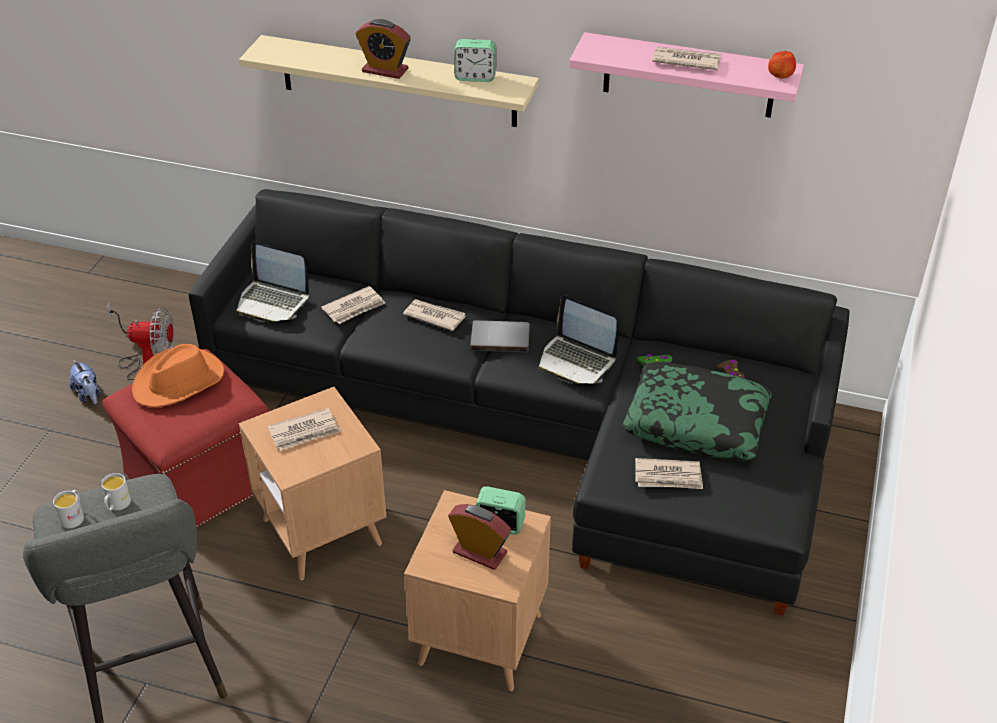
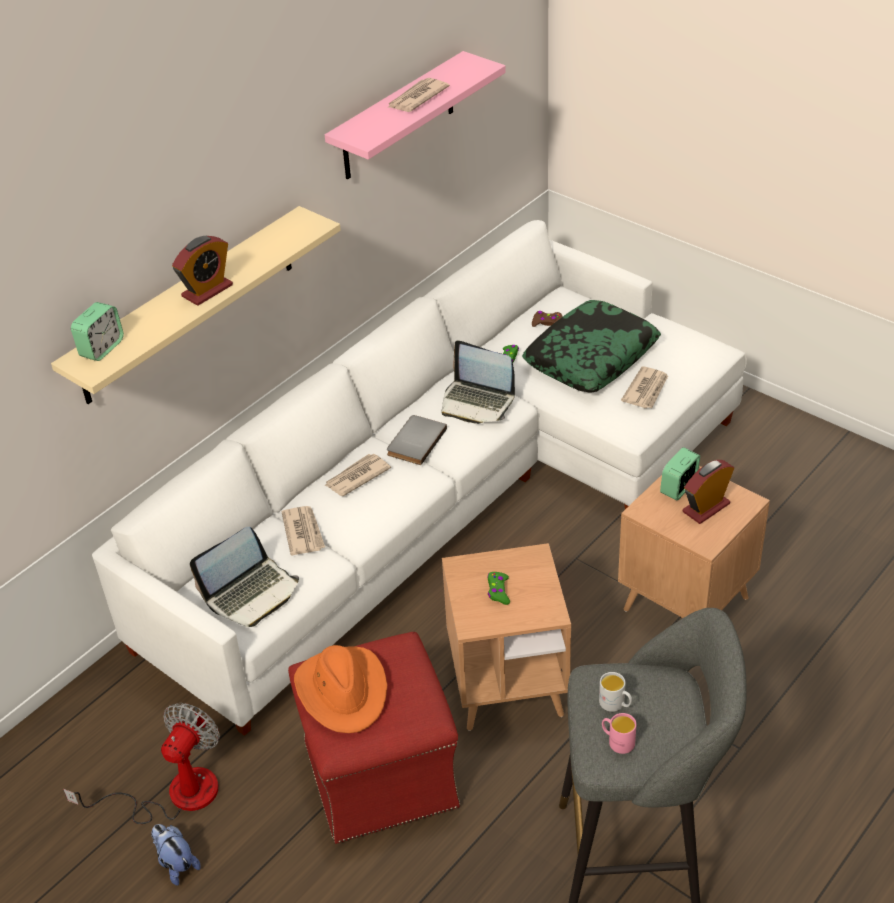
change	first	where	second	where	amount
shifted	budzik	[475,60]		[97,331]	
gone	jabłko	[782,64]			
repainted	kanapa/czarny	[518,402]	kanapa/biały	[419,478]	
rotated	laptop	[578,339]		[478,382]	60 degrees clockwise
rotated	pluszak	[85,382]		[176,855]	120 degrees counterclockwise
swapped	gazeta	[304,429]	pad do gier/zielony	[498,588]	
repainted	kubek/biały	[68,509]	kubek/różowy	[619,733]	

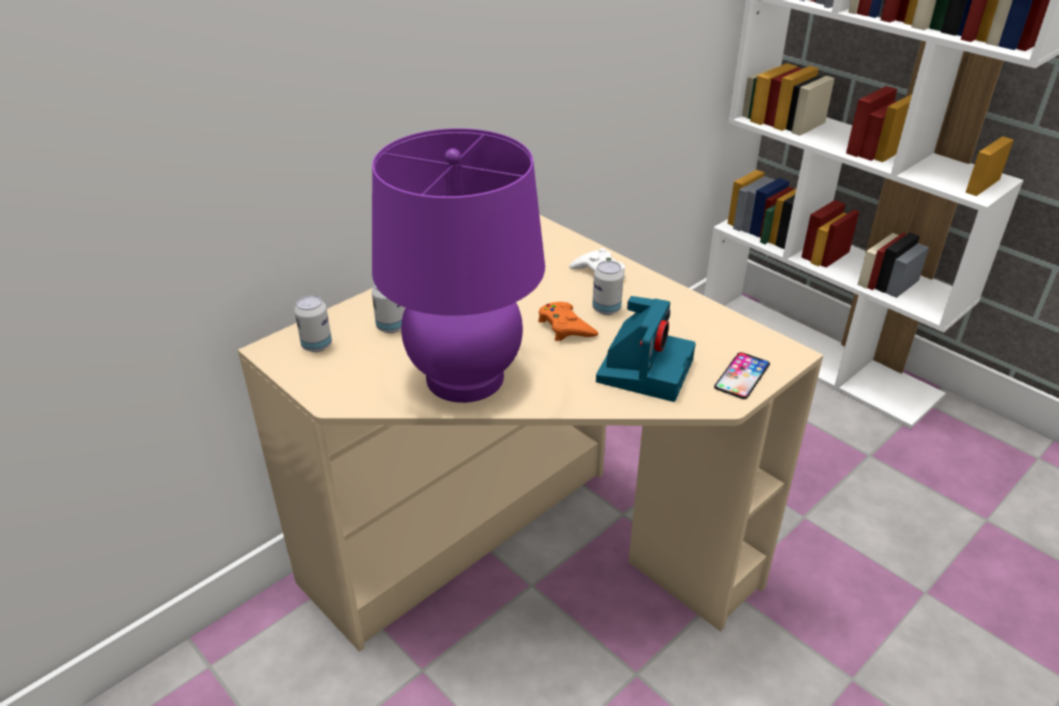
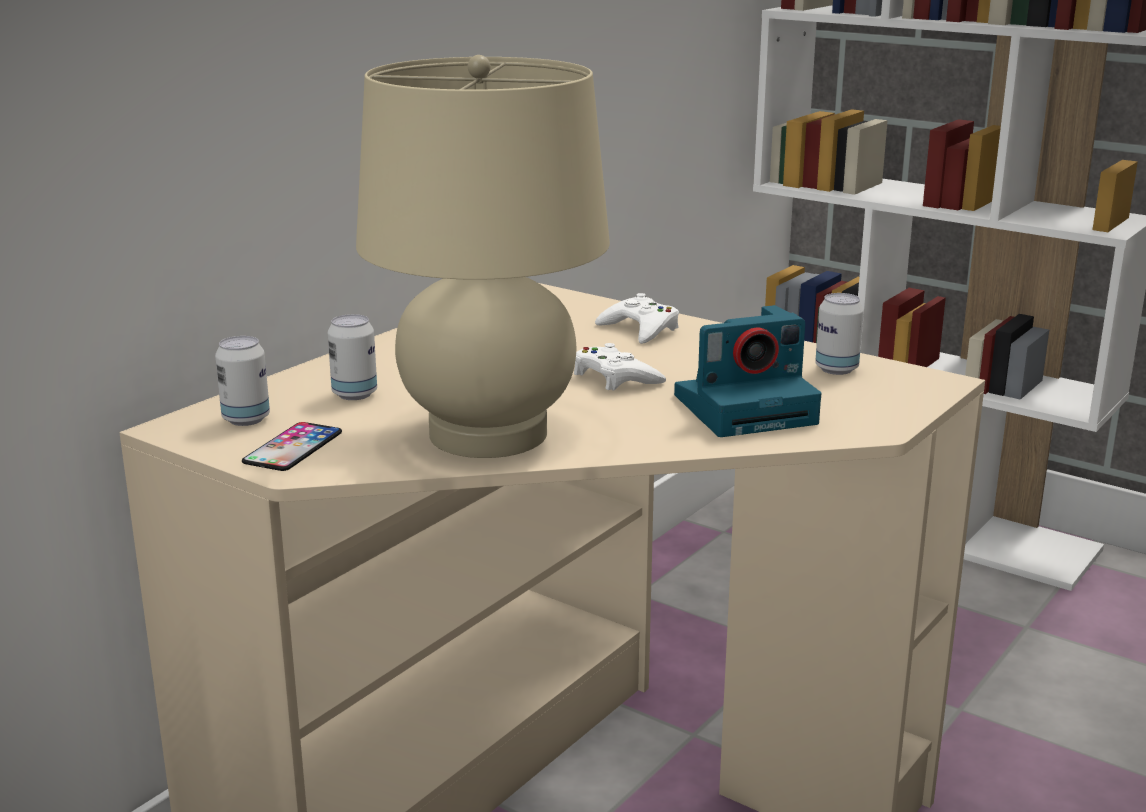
change	first	where	second	where	amount
repainted	lampa stołowa/fioletowy	[458,265]	lampa stołowa/beżowy	[483,256]	
shifted	puszka	[608,288]		[839,334]	
rotated	aparat fotograficzny	[646,349]		[747,371]	60 degrees clockwise
repainted	pad do gier/pomarańczowy	[568,321]	pad do gier/biały	[620,367]	
shifted	telefon	[742,375]		[292,446]	

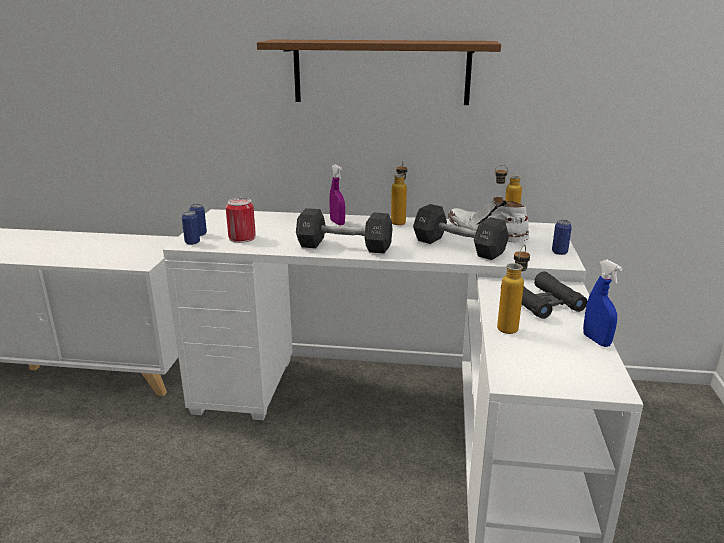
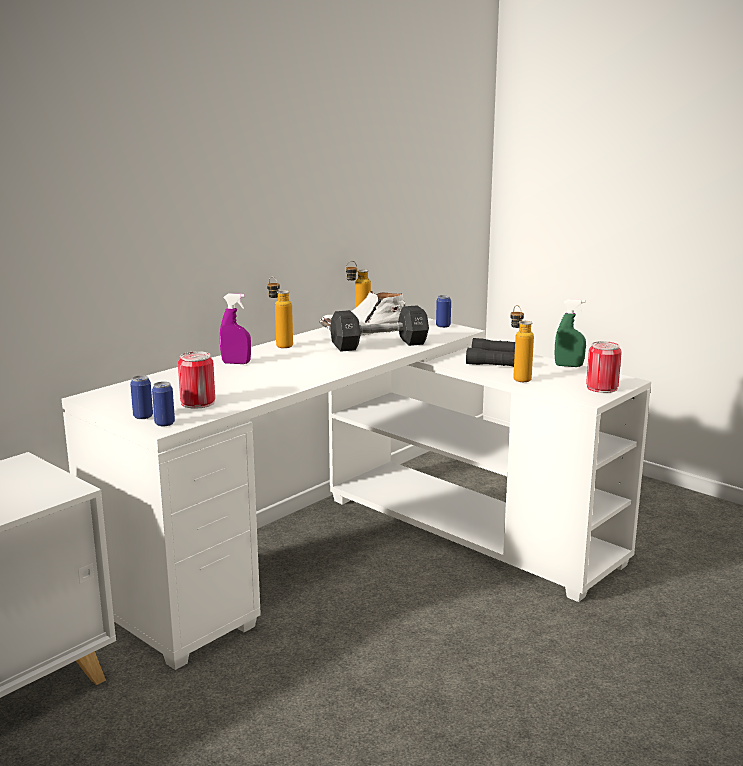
change	first	where	second	where	amount
gone	półka/brązowy	[379,72]			
gone	hantel/czarny	[344,230]			
repainted	spryskiwacz/niebieski	[603,303]	spryskiwacz/zielony	[570,333]	
new			puszka	[604,367]	

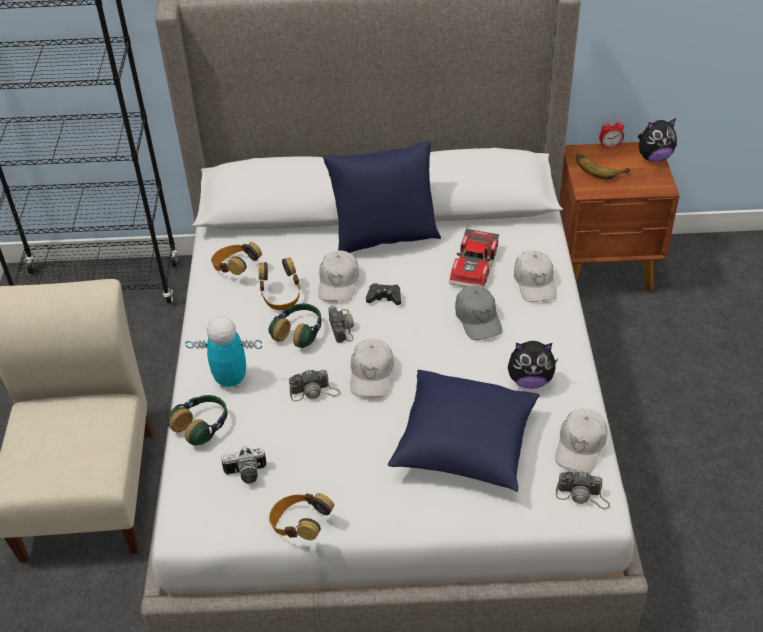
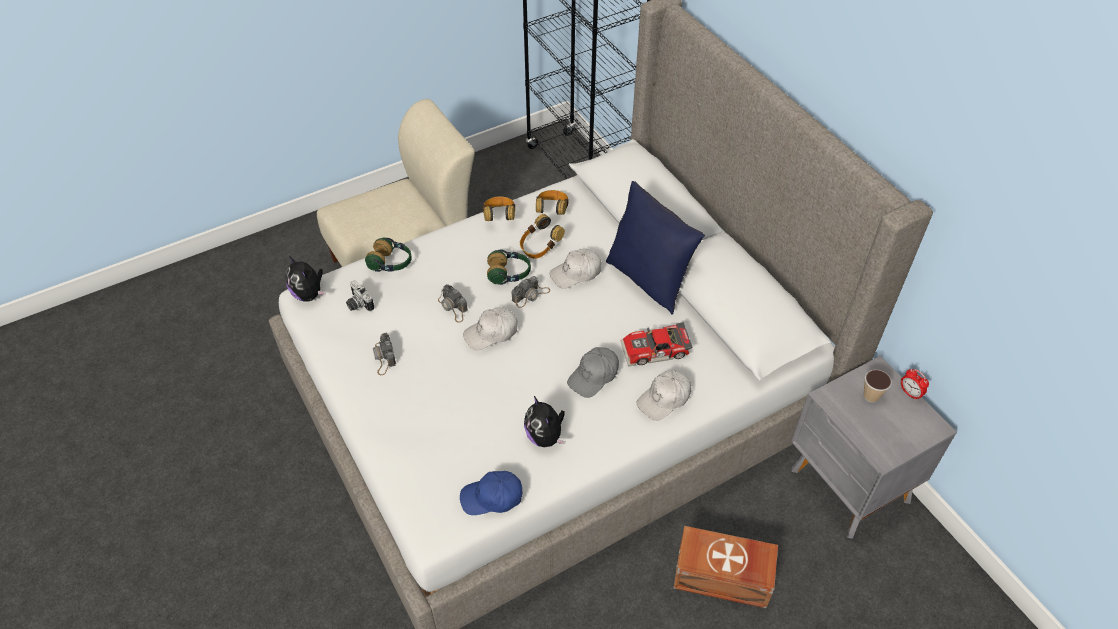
change	first	where	second	where	amount
shifted	pluszak	[657,140]		[306,279]	
repainted	szafka nocna/brązowy	[619,217]	szafka nocna/szary	[874,447]	
swapped	banan	[603,166]	filiżanka	[877,386]	
gone	pad do gier/czarny	[383,294]			
gone	robot zabawkowy	[223,352]			
gone	poduszka/niebieski	[464,431]			
repainted	czapka z daszkiem/biały	[581,440]	czapka z daszkiem/niebieski	[491,493]	
shifted	aparat fotograficzny	[583,490]		[384,354]	
shifted	słuchawki	[301,516]		[499,208]	
new			pojemnik do przechowywania/brązowy	[726,567]	

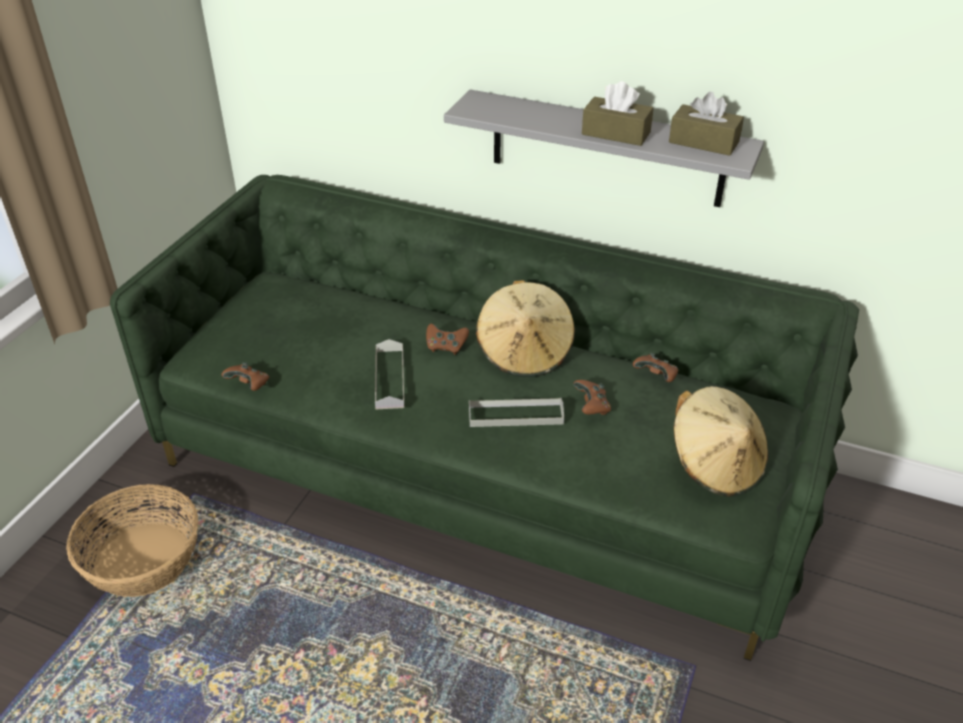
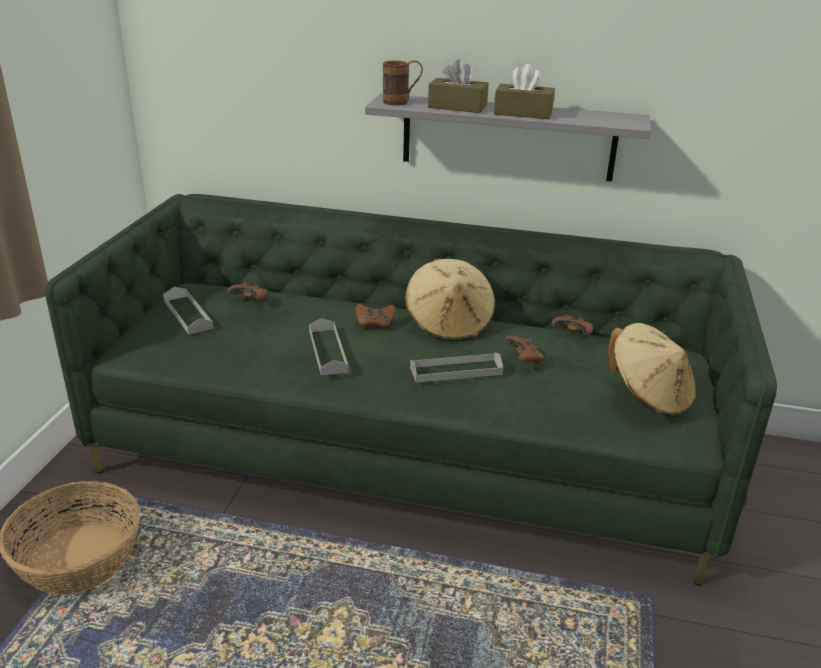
change	first	where	second	where	amount
shifted	pudełko chusteczek/brązowy	[706,124]		[458,86]	
shifted	pad do gier/brązowy	[245,376]		[248,291]	
new			kubek/brązowy	[403,83]	
new			taca/szary	[188,310]	

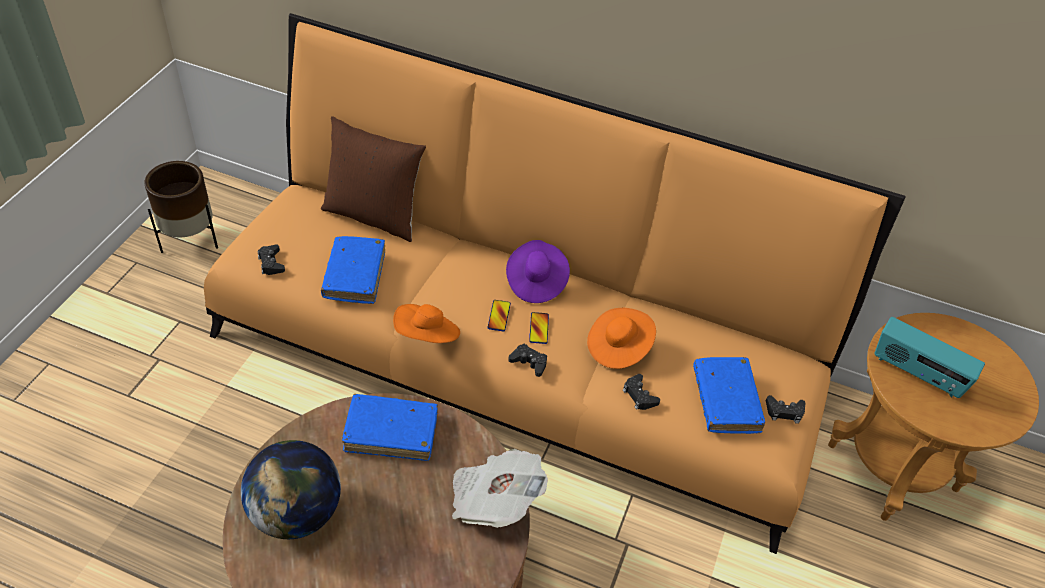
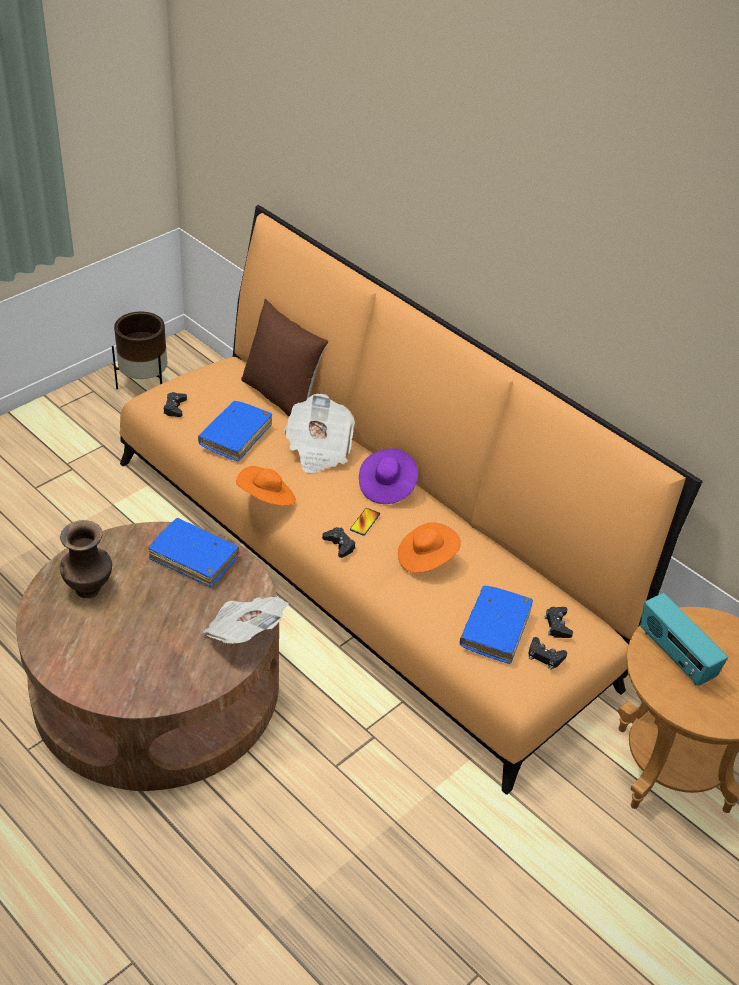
change	first	where	second	where	amount
gone	telefon	[499,315]			
shifted	pad do gier/czarny	[641,392]		[558,622]	
swapped	globus	[291,489]	wazon/brązowy	[86,559]	
new			gazeta	[319,433]	

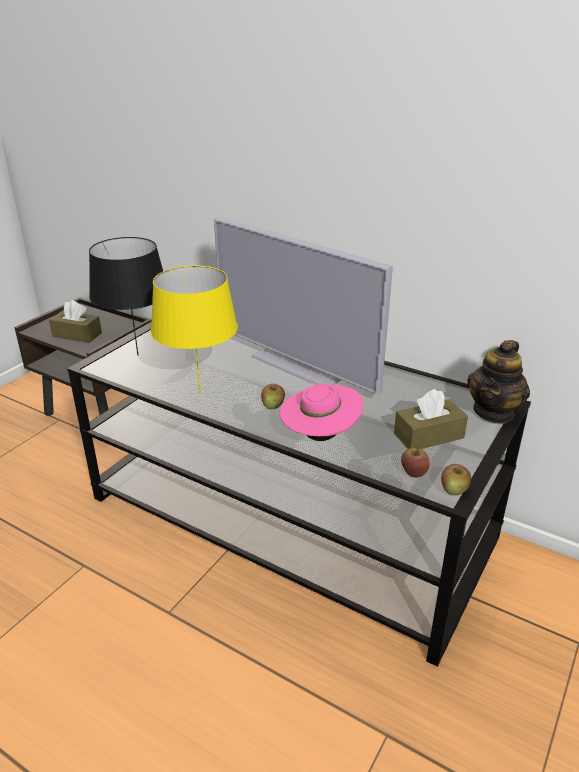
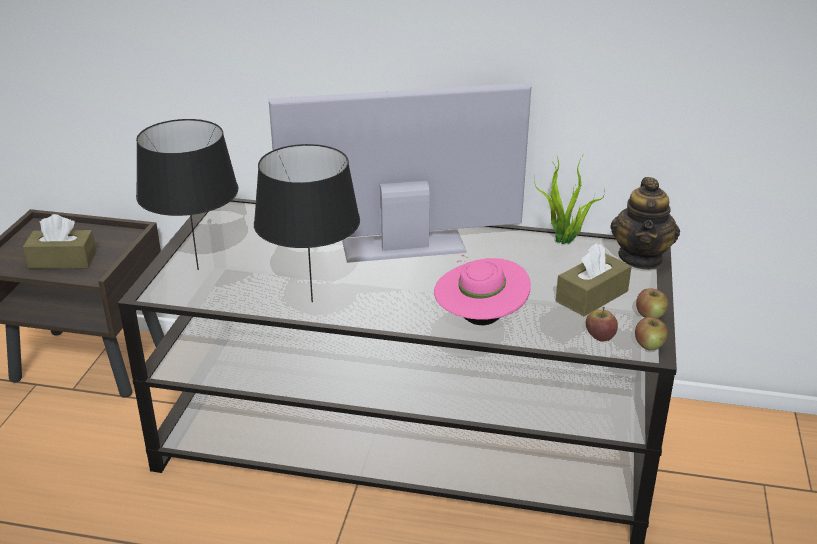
change	first	where	second	where	amount
rotated	telewizor	[303,306]		[400,173]	150 degrees clockwise
repainted	lampa stołowa/żółty	[194,330]	lampa stołowa/czarny	[307,223]	
shifted	jabłko	[273,396]		[652,303]	
new			roślina doniczkowa	[569,199]	

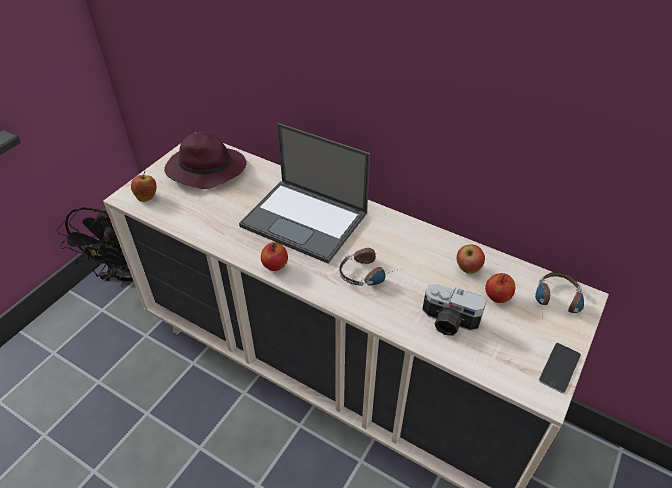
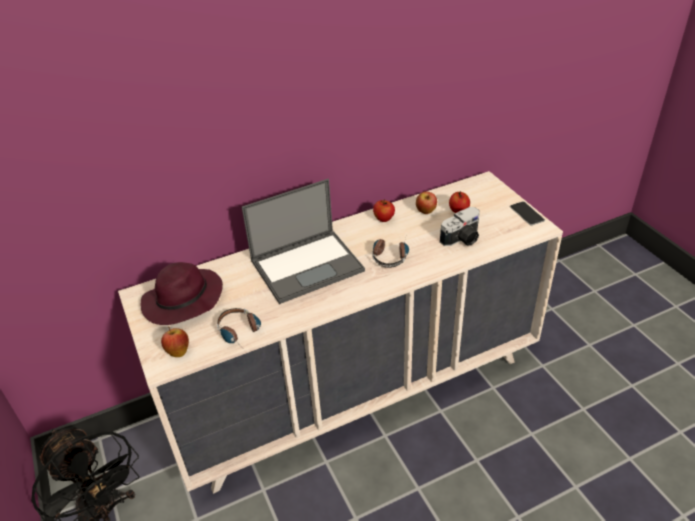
change	first	where	second	where	amount
shifted	jabłko	[274,256]		[384,210]	
shifted	słuchawki	[559,293]		[239,325]	

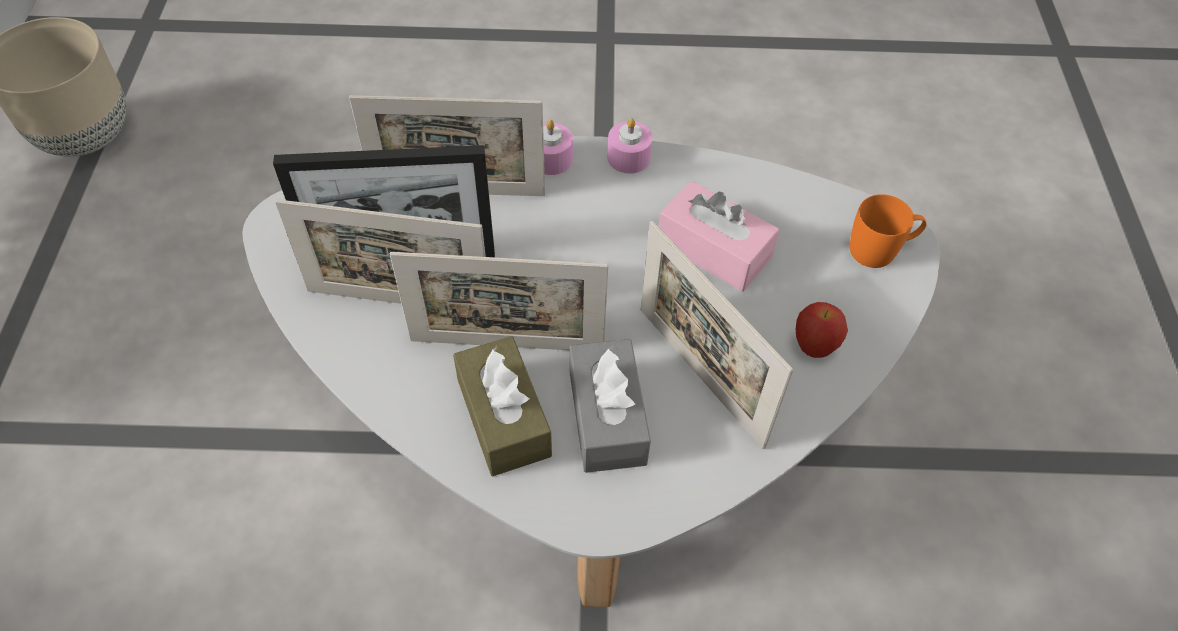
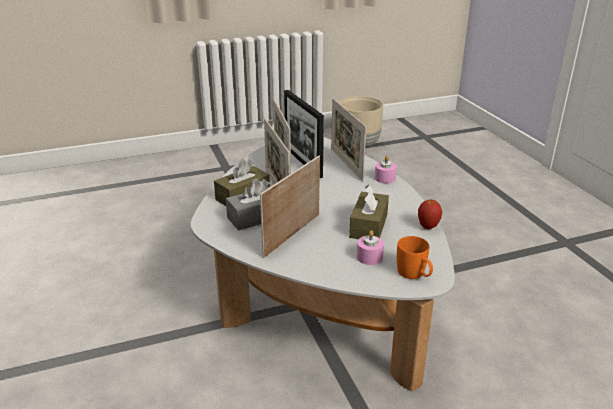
change	first	where	second	where	amount
shifted	świeca/różowy	[630,146]		[370,247]	
repainted	pudełko chusteczek/różowy	[719,236]	pudełko chusteczek/brązowy	[369,212]	
shifted	jabłko	[822,330]		[430,214]	

